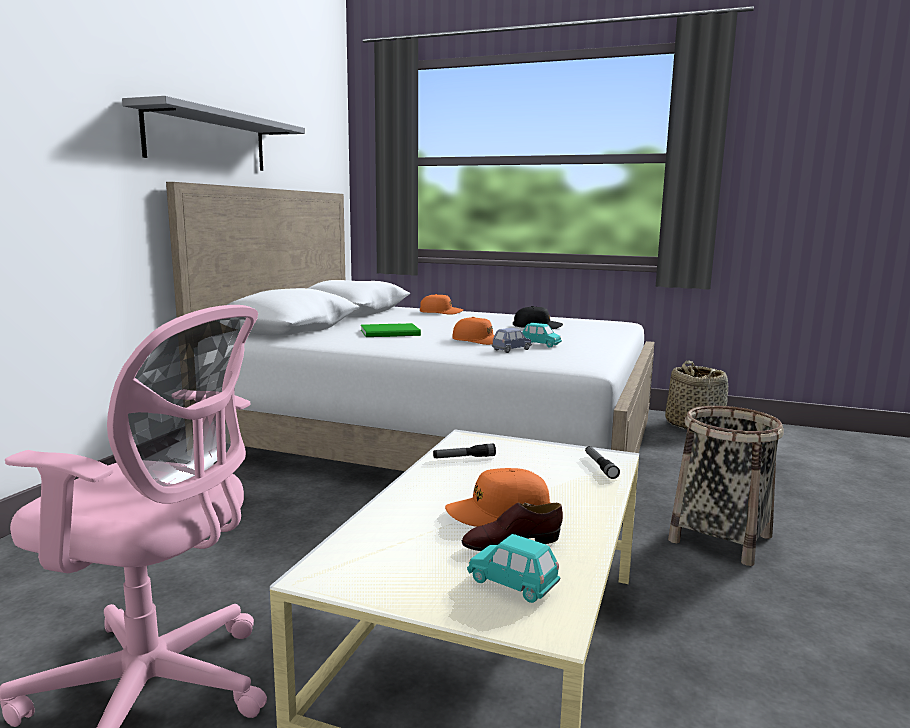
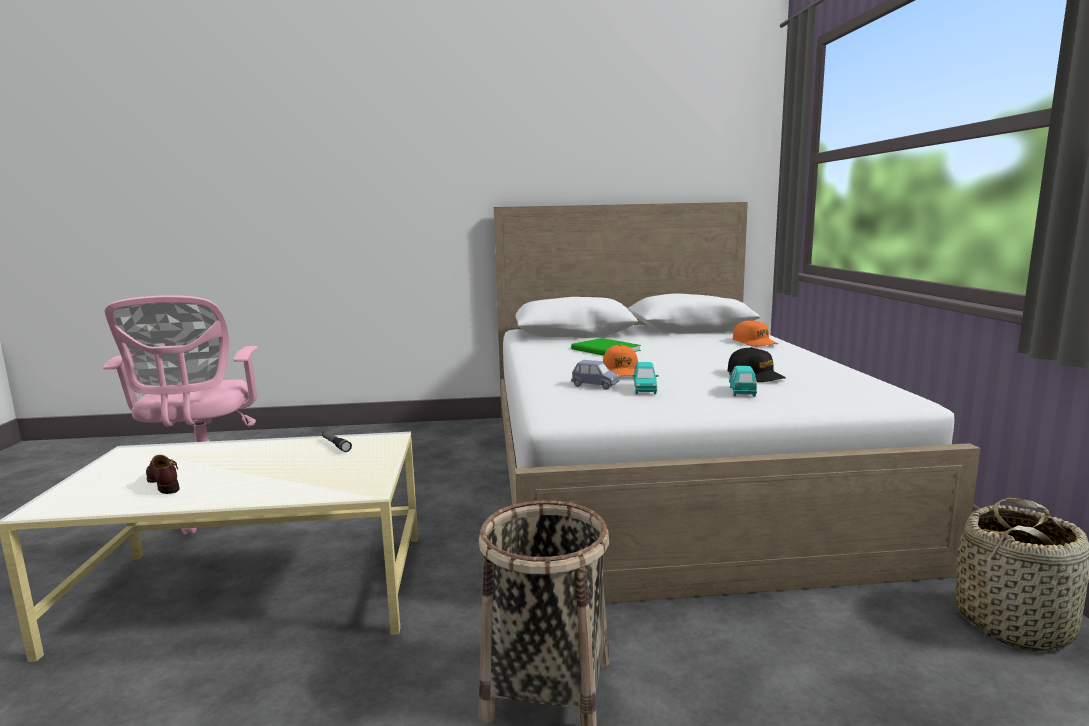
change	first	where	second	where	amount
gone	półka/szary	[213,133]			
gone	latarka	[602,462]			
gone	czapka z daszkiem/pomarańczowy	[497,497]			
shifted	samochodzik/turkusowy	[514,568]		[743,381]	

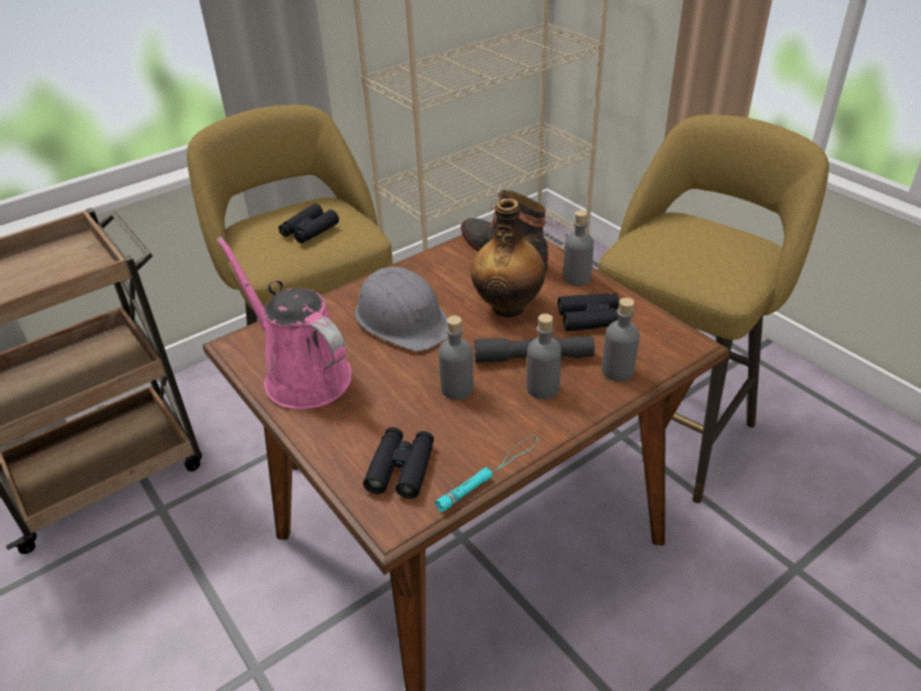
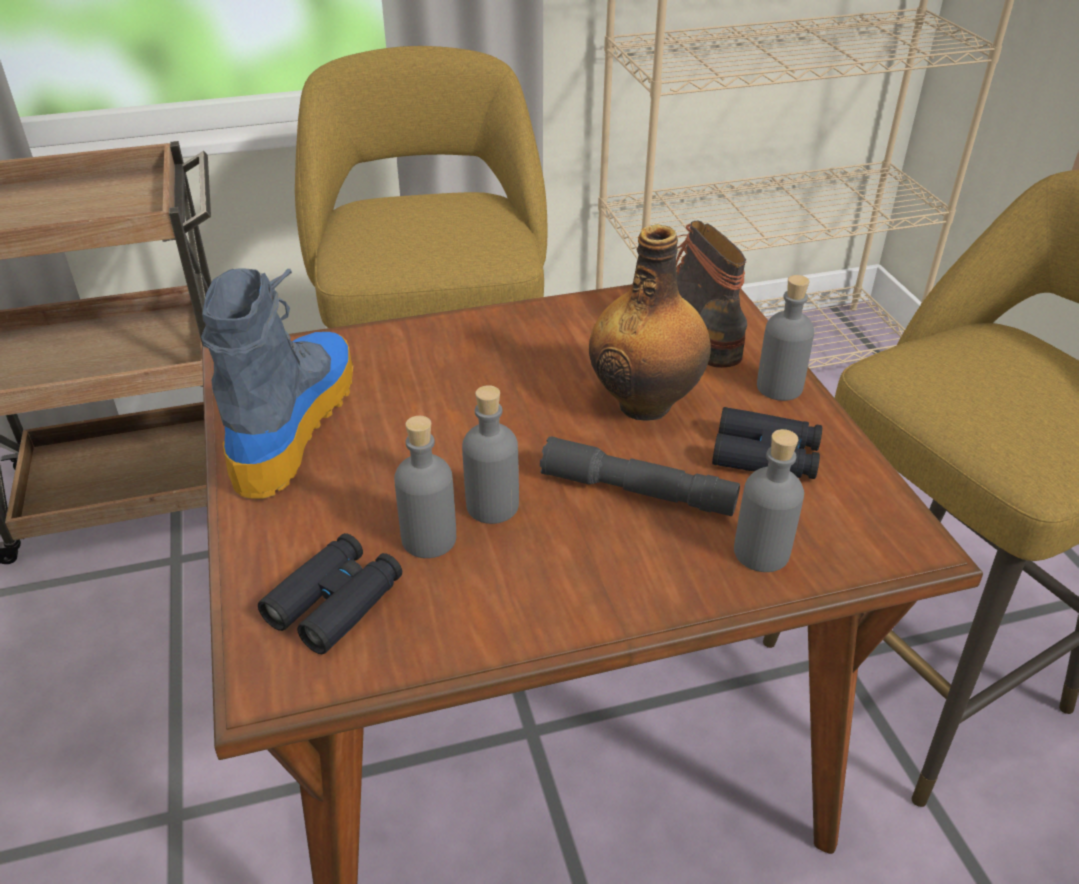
change	first	where	second	where	amount
gone	lornetka/czarny	[308,223]			
swapped	konewka/różowy	[284,323]	but z cholewką	[277,383]	
gone	kask/szary	[402,309]			
shifted	butelka/szary	[544,356]		[425,487]	
gone	latarka/turkusowy	[487,474]			

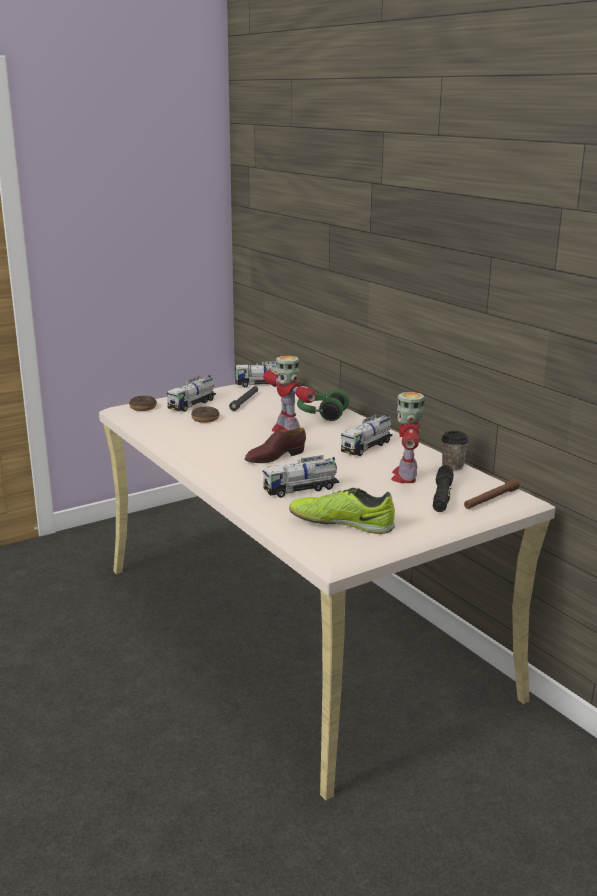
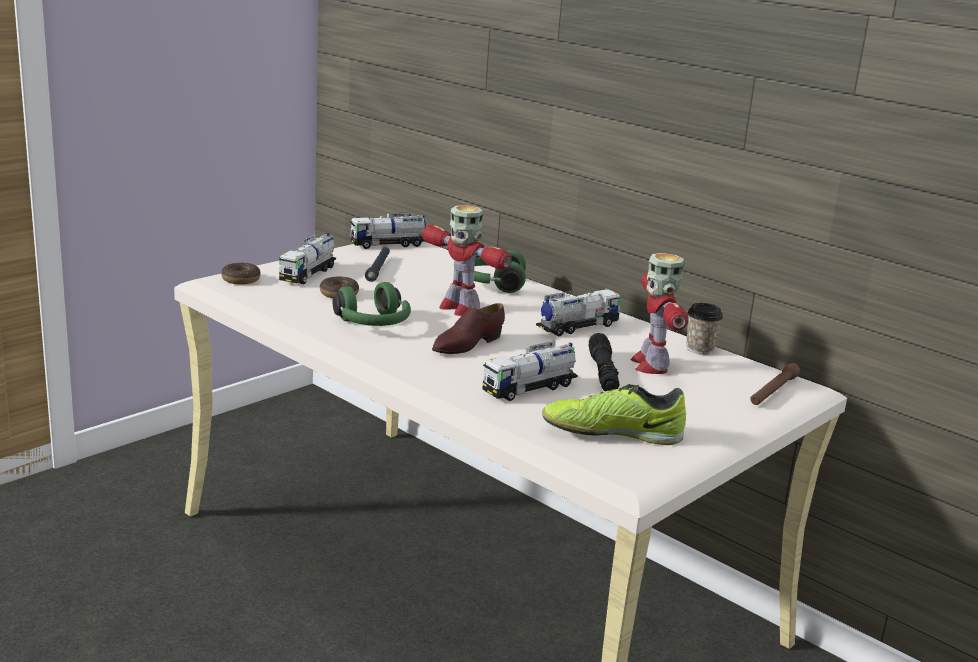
change	first	where	second	where	amount
rotated	ciężarówka zabawkowa	[367,435]		[578,313]	150 degrees counterclockwise
shifted	latarka/czarny	[443,488]		[604,362]	
new			słuchawki/zielony	[372,304]	

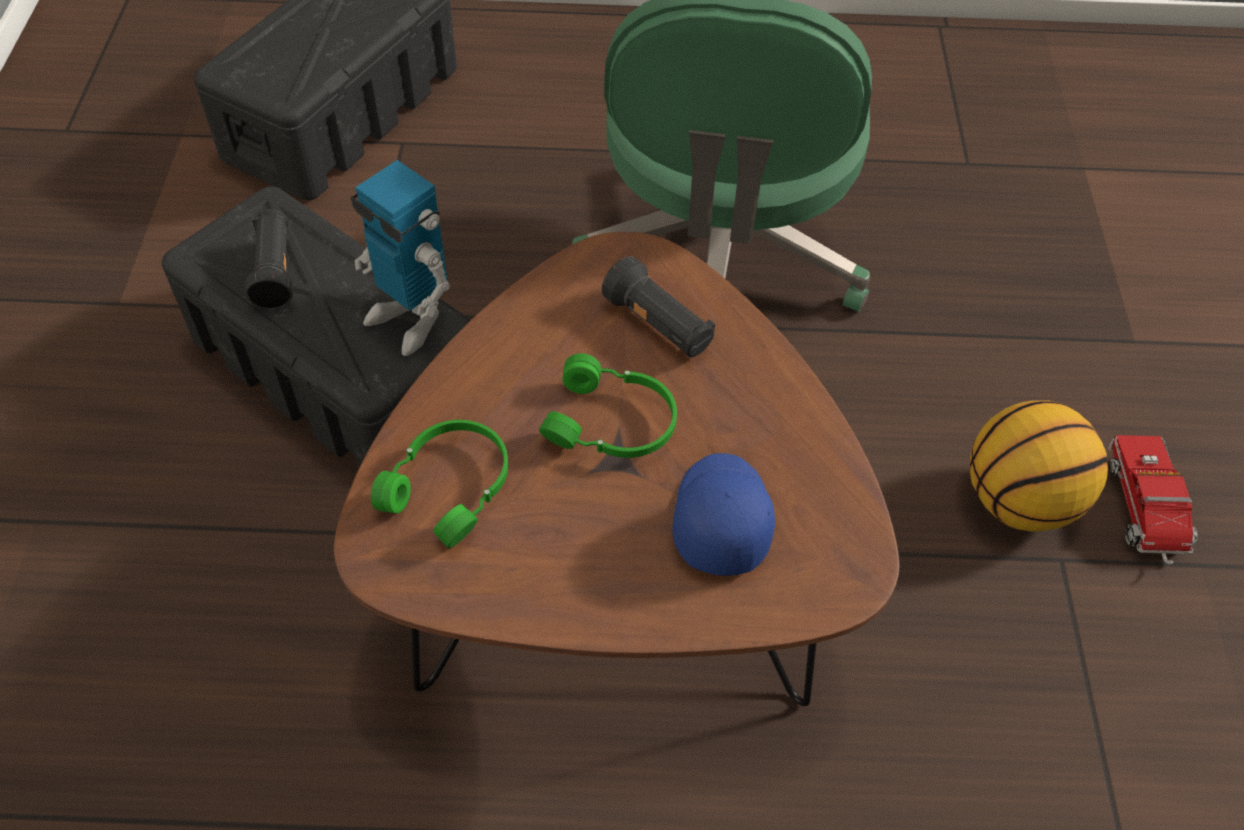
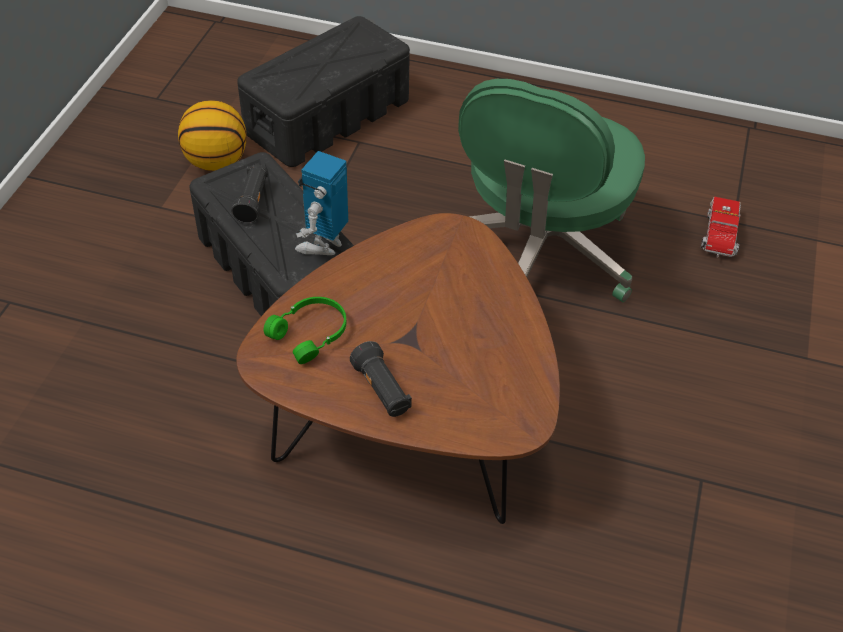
change	first	where	second	where	amount
rotated	robot zabawkowy	[400,258]		[321,203]	60 degrees clockwise
shifted	latarka/czarny	[658,307]		[381,379]	
gone	słuchawki/zielony	[608,405]			
shifted	piłka do koszykówki	[1039,466]		[212,135]	
shifted	ciężarówka zabawkowa	[1153,499]		[721,227]	
gone	czapka z daszkiem/niebieski	[724,514]			

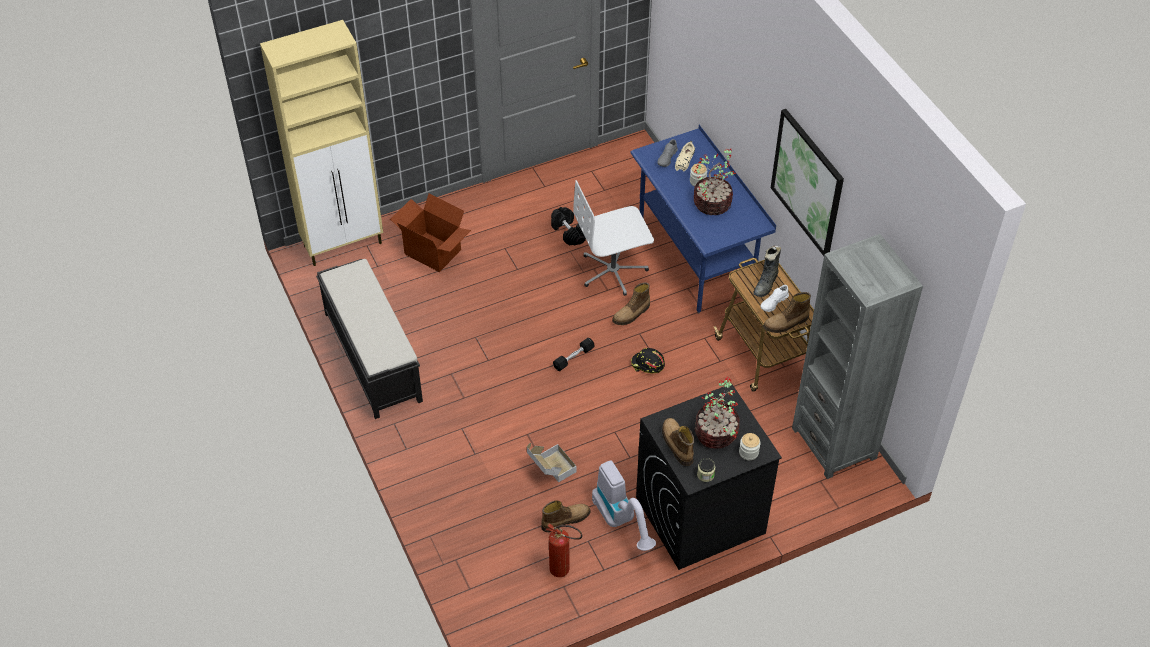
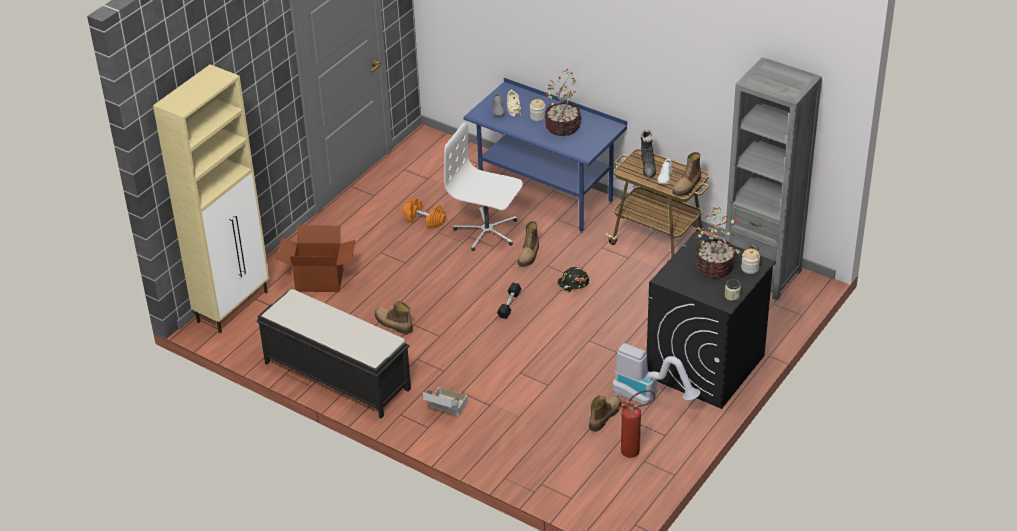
change	first	where	second	where	amount
gone	obraz	[807,182]			
rotated	krzesło biurowe/biały	[613,238]		[483,186]	75 degrees clockwise
repainted	hantel/czarny	[568,226]	hantel/pomarańczowy	[424,213]	
shifted	but z cholewką	[678,442]		[394,317]	
shifted	karton	[551,462]		[445,401]	

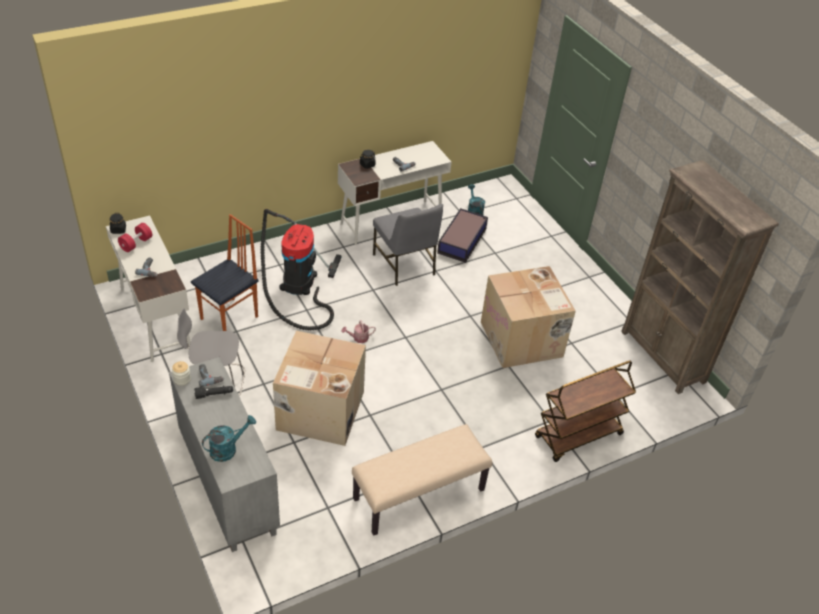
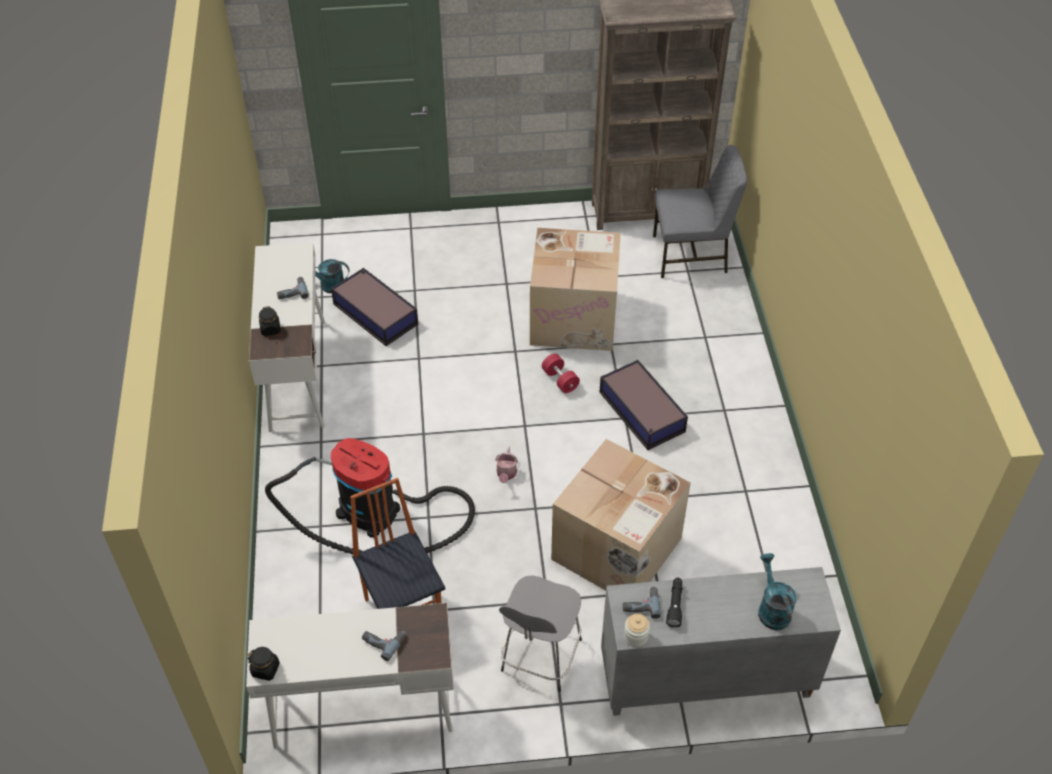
change	first	where	second	where	amount
shifted	krzesło/szary	[408,245]		[700,211]	
shifted	hantel/czerwony	[135,237]		[561,373]	
gone	wózek/brązowy	[585,411]			
gone	ławka/beżowy	[422,480]			
new			pojemnik do przechowywania	[644,405]	

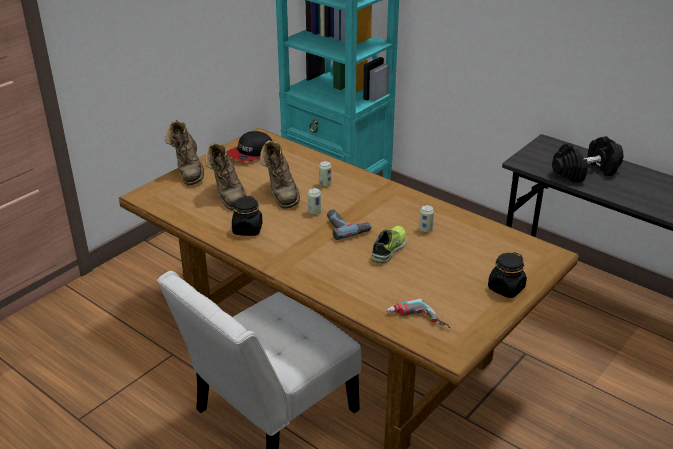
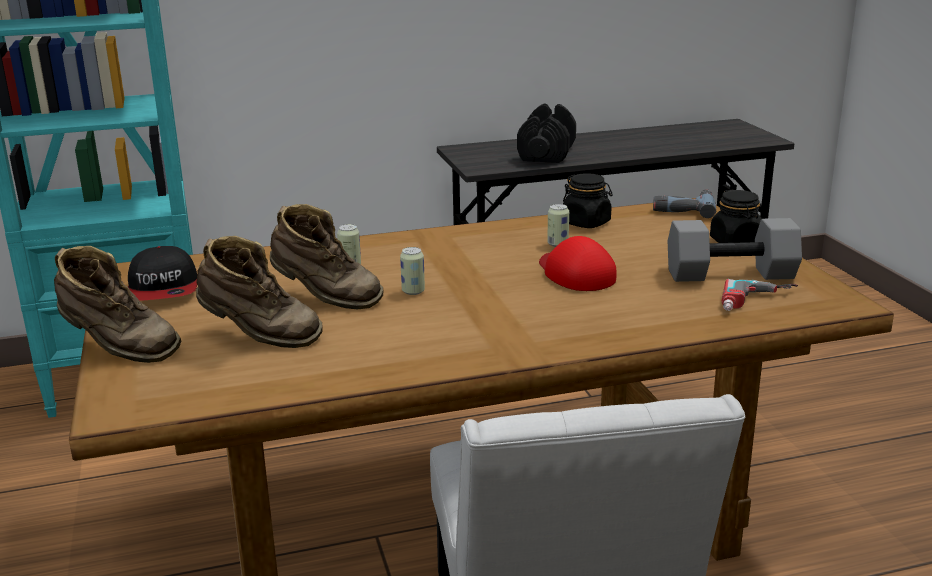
change	first	where	second	where	amount
shifted	słoik/czarny	[247,216]		[588,201]	
shifted	wiertarka	[349,224]		[684,203]	
swapped	but	[389,244]	czapka z daszkiem/czerwony	[578,263]	
new			hantel/szary	[735,250]	

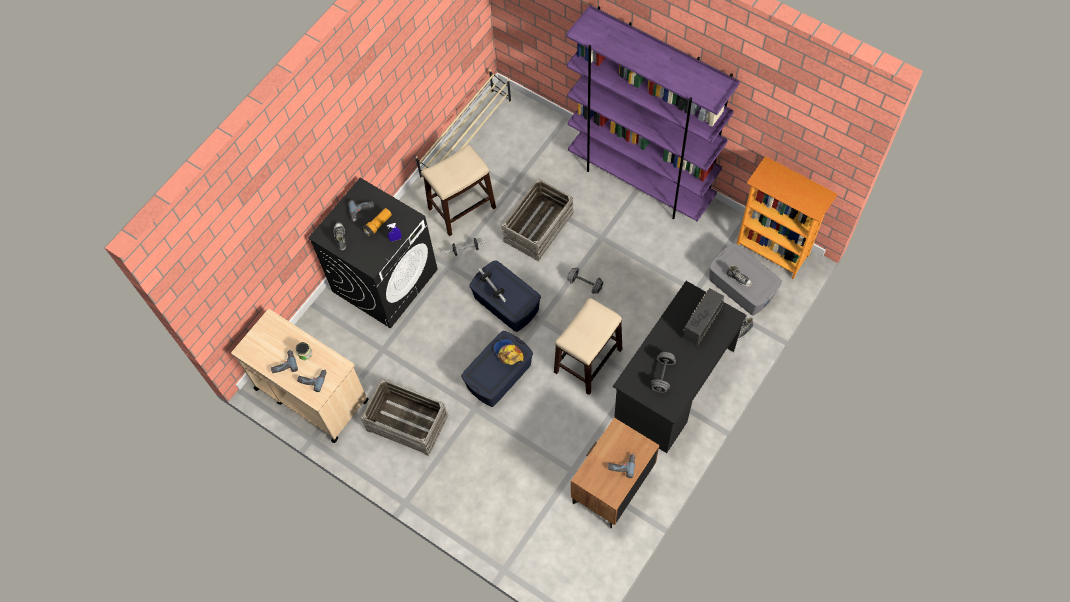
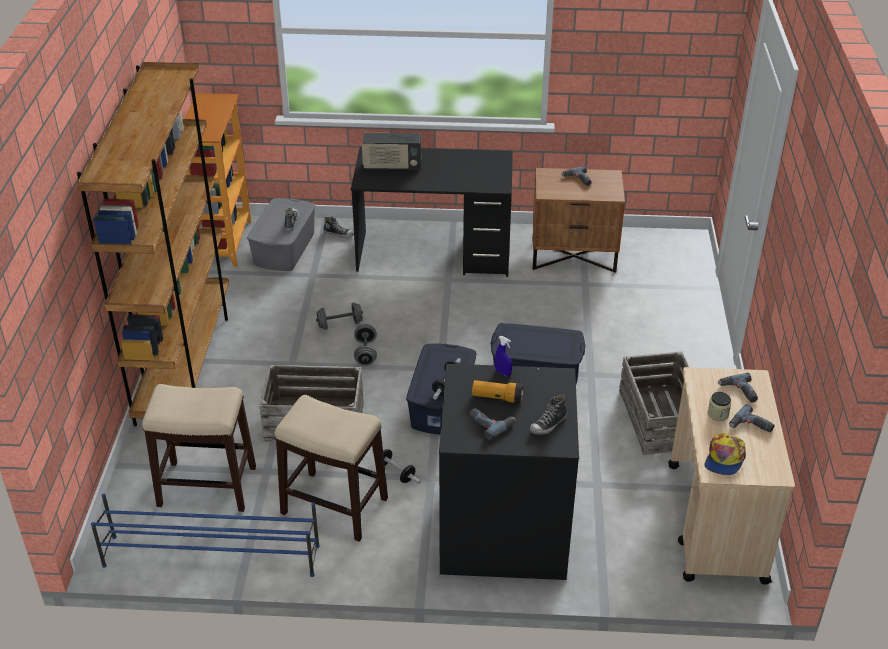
change	first	where	second	where	amount
repainted	regał/fioletowy	[653,113]	regał/brązowy	[153,244]	
repainted	regał na buty/beżowy	[463,124]	regał na buty/niebieski	[205,535]	
shifted	stołek	[588,346]		[199,448]	
shifted	czapka z daszkiem	[509,352]		[725,454]	
shifted	hantel/szary	[663,372]		[339,316]	

